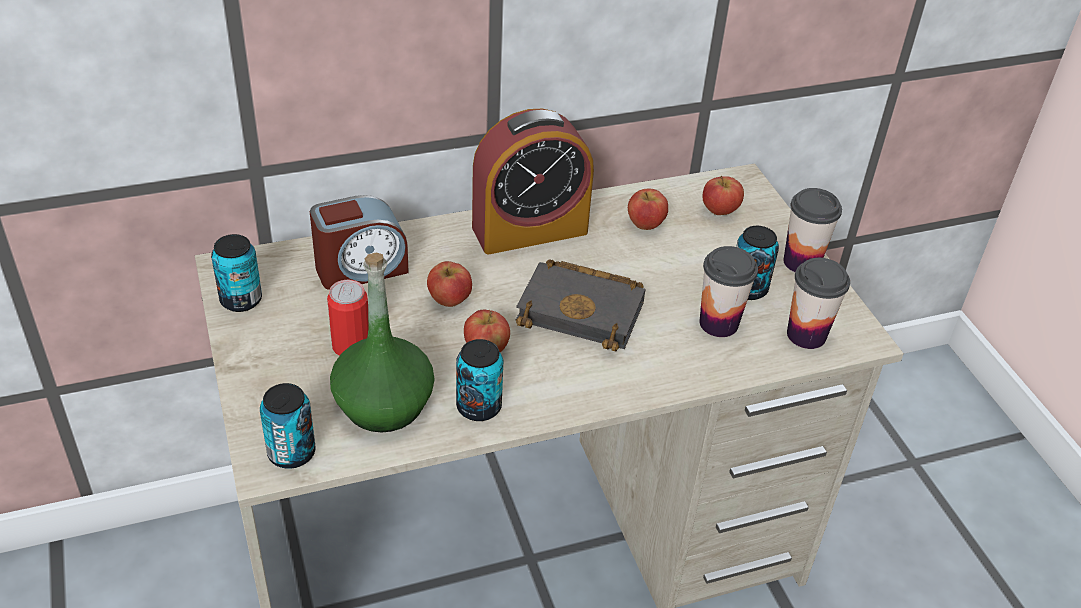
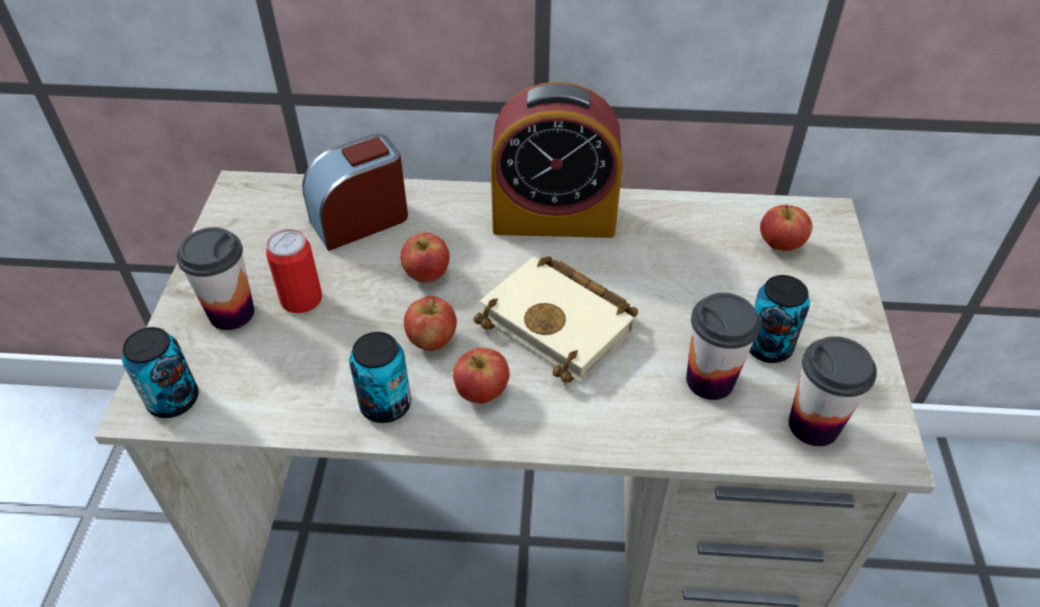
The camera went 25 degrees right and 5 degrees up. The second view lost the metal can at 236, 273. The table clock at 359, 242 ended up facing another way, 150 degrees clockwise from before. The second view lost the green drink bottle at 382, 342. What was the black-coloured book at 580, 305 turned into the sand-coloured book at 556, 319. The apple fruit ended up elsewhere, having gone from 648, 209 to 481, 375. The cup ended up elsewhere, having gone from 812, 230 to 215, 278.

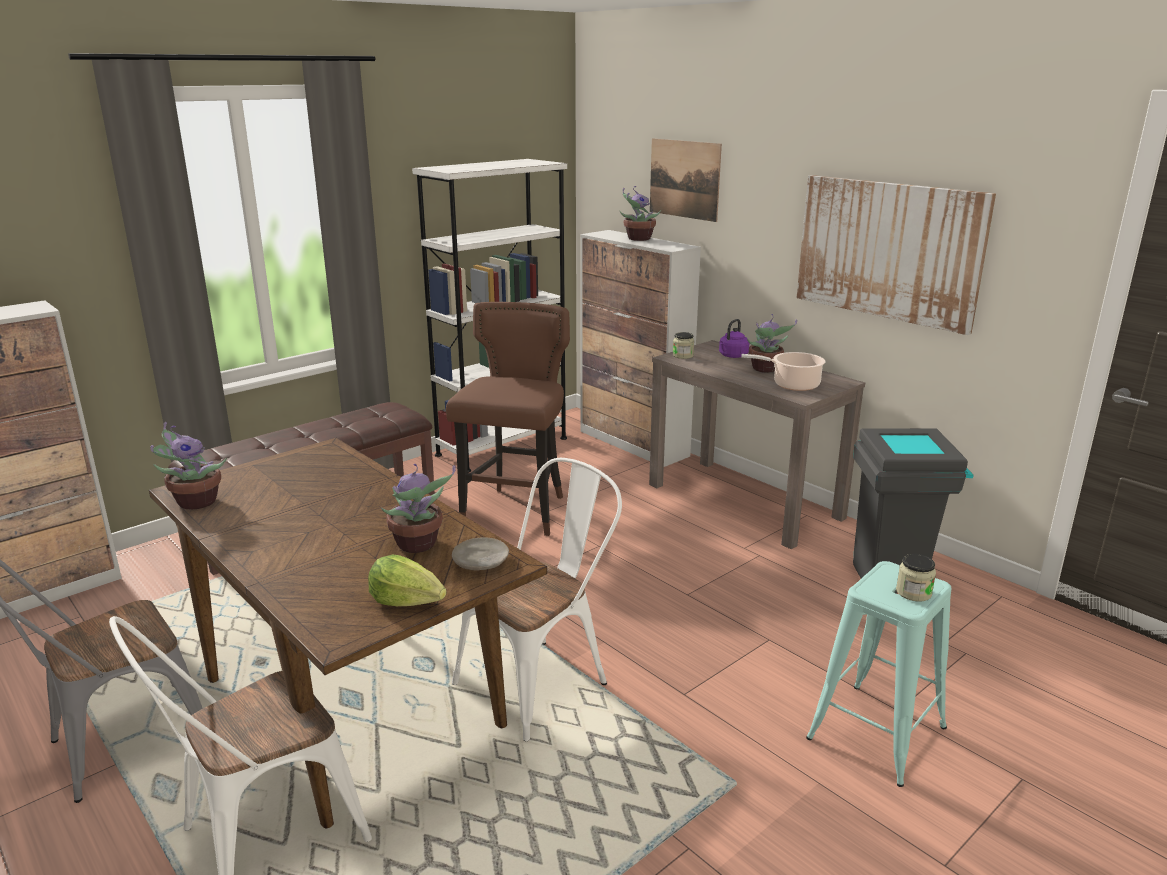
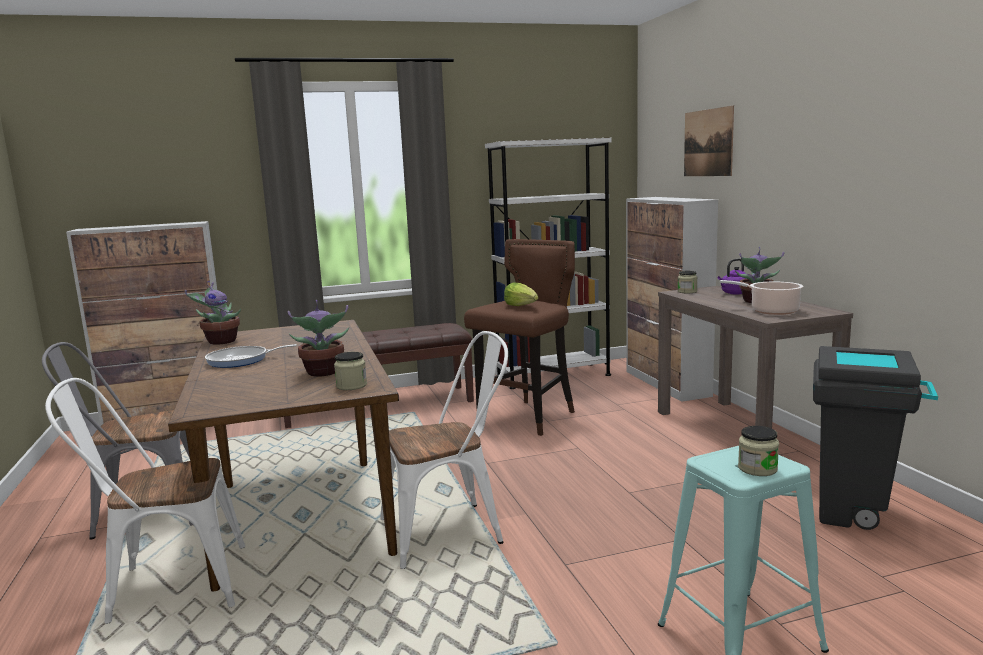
The camera went 25 degrees right and 10 degrees down. The lettuce ended up elsewhere, having gone from 407, 580 to 521, 294. Where the sand-coloured dinner plate stood at 480, 554, the storage jar came to stand at 350, 371. The second view lost the houseplant at 640, 213. The second view lost the wall picture at 896, 255. The second view gained the pan at 251, 356.

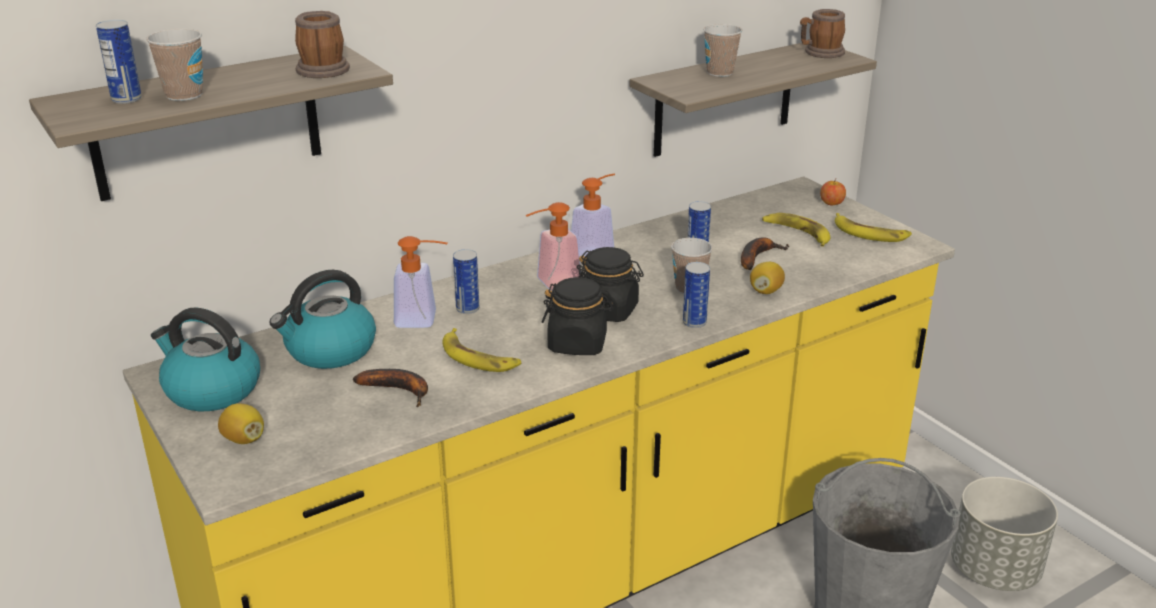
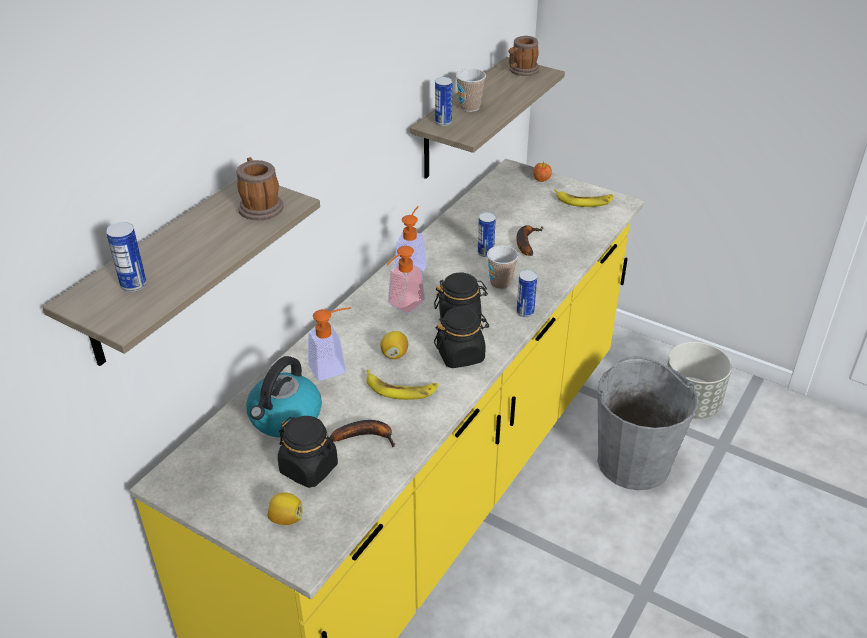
The camera went 25 degrees left and 10 degrees up. The second view lost the cup at 174, 65. The second view lost the tea kettle at 205, 359. The metal can ended up elsewhere, having gone from 466, 281 to 443, 101. The whole lemon ended up elsewhere, having gone from 767, 278 to 394, 345. The second view lost the banana fruit at 796, 230. The second view gained the black-coloured storage jar at 308, 452.

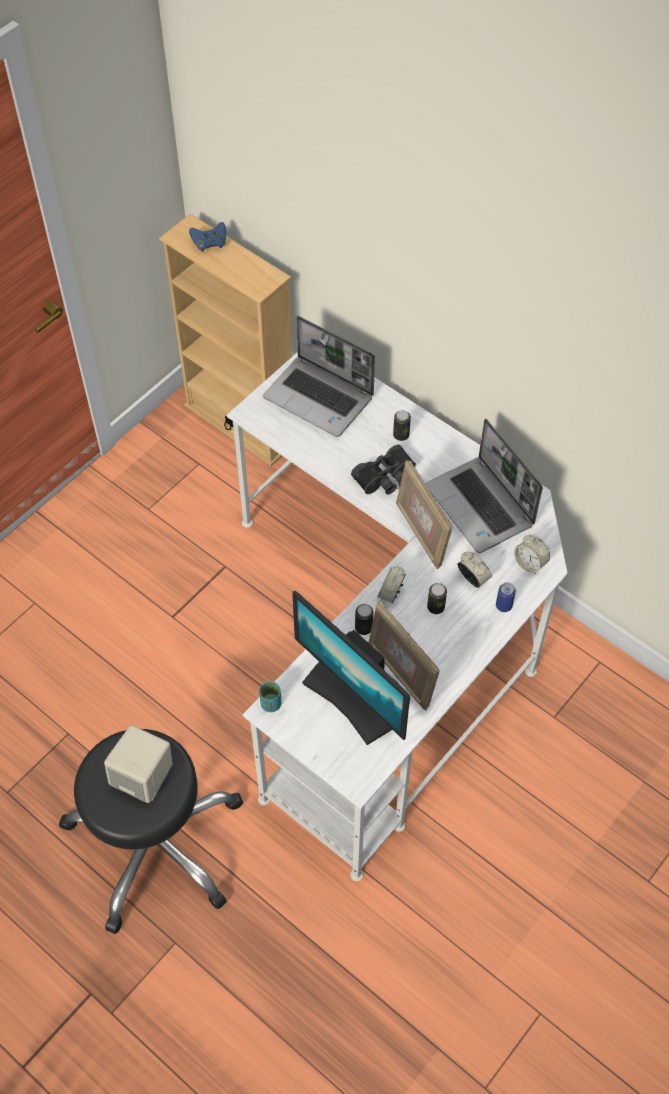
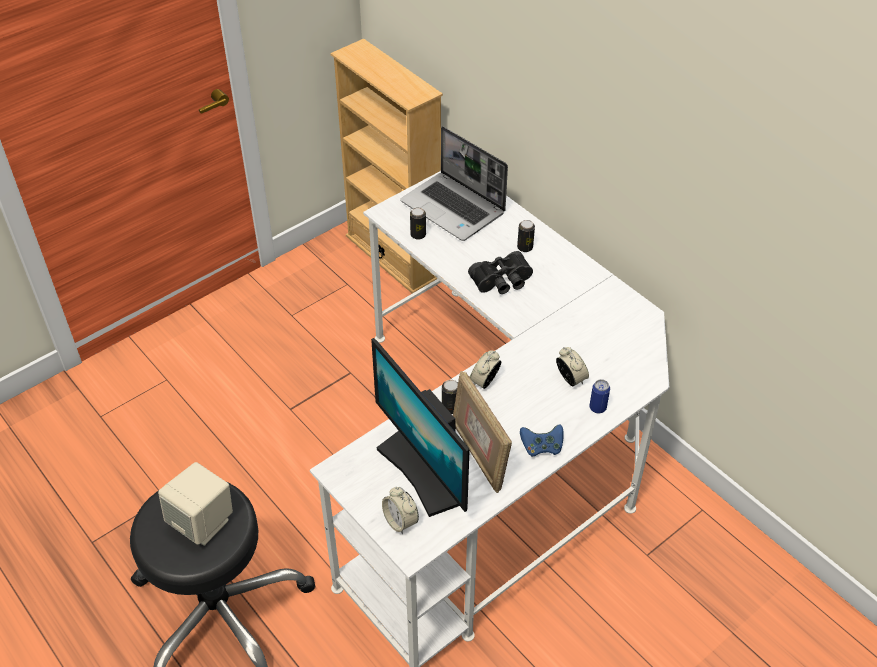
The camera went 10 degrees right and 10 degrees down. The blue-coloured joypad ended up elsewhere, having gone from 207, 237 to 542, 441. The second view lost the blue-green cup at 270, 696. The second view lost the photo frame at 424, 514. The second view lost the portable computer at 484, 485. The metal can ended up elsewhere, having gone from 437, 598 to 418, 224. The table clock ended up elsewhere, having gone from 532, 554 to 400, 510.

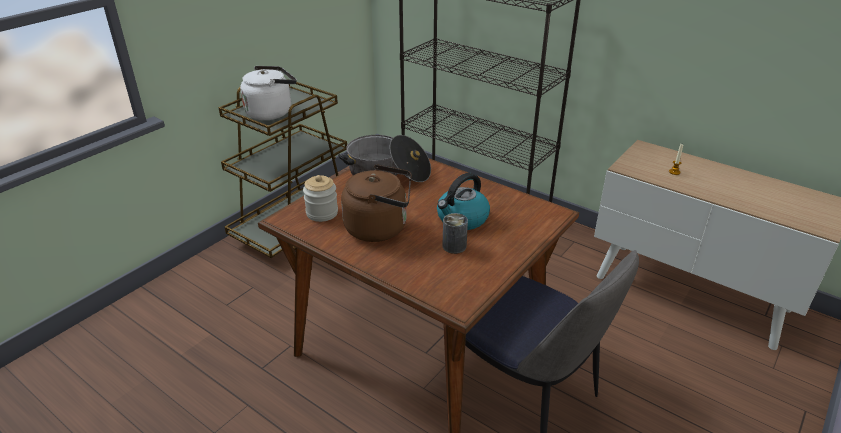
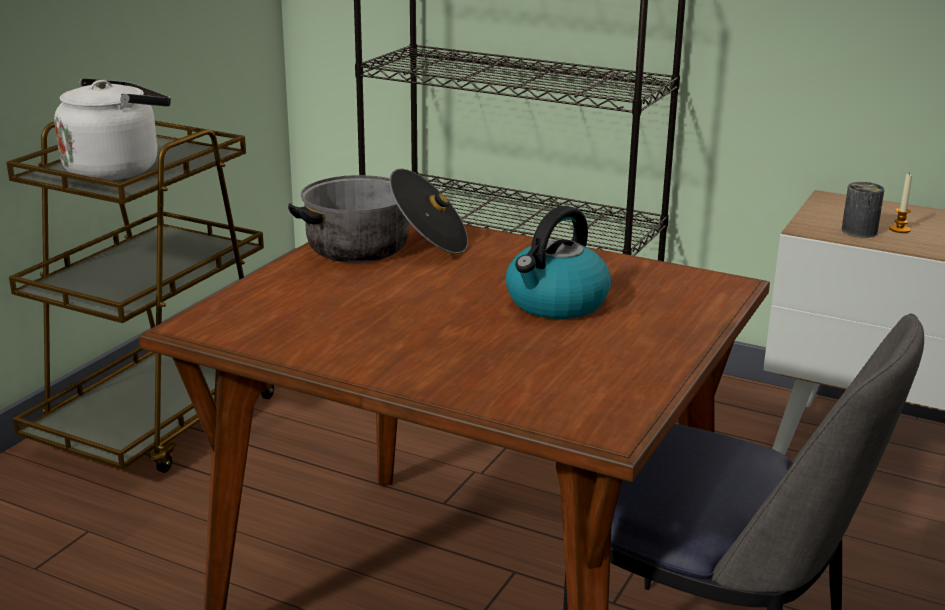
The camera went 10 degrees left and 10 degrees down. The second view lost the storage jar at 320, 198. The second view lost the brown tea kettle at 376, 203. The metal can ended up elsewhere, having gone from 455, 233 to 863, 210.

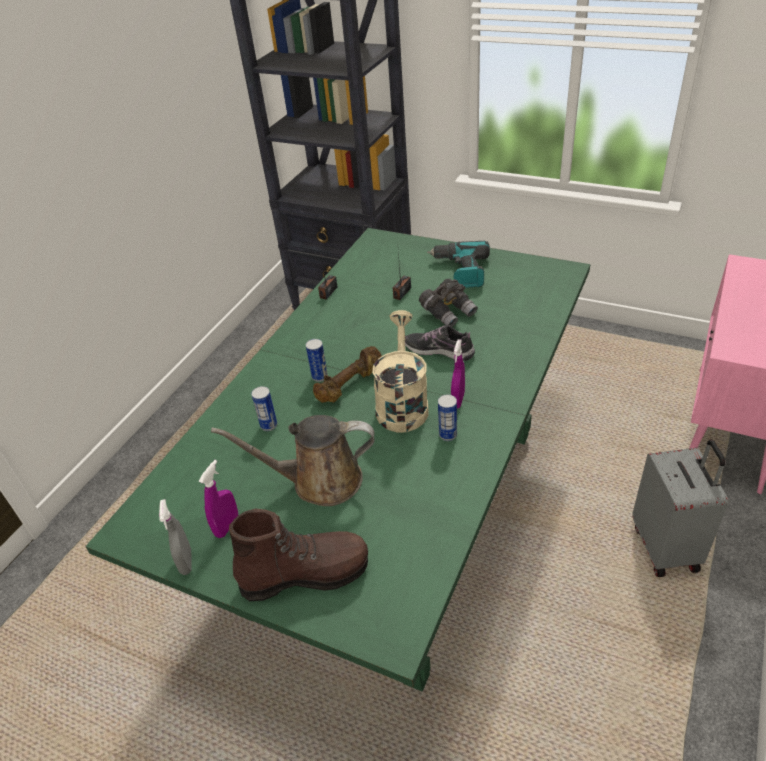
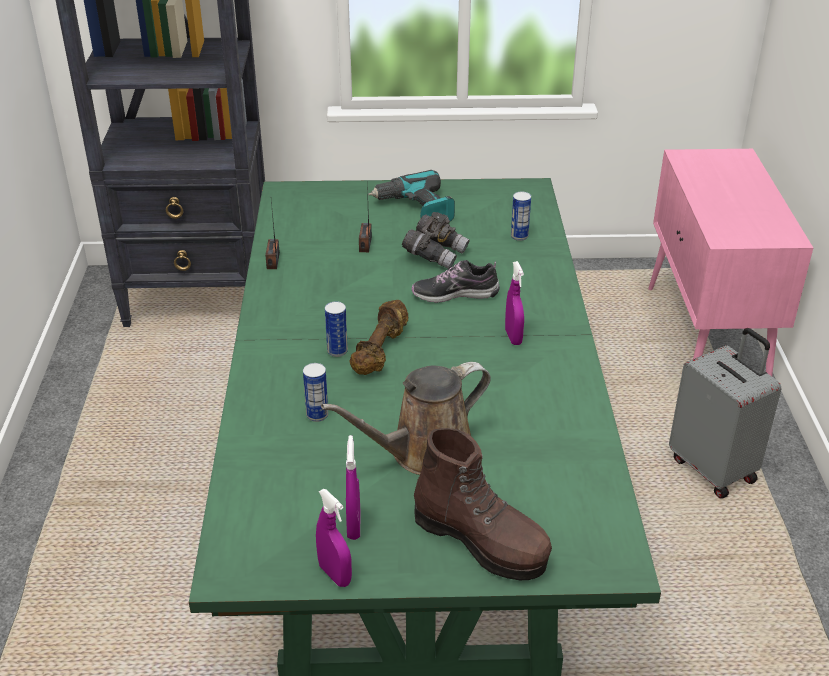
The camera went 30 degrees left and 5 degrees down. What was the grey spray bottle at 175, 537 turned into the purple-coloured spray bottle at 334, 538. The brown tall boot at 298, 554 ended up facing another way, 75 degrees clockwise from before. The second view lost the sand-coloured watering can at 400, 371. The metal can ended up elsewhere, having gone from 447, 417 to 521, 216.

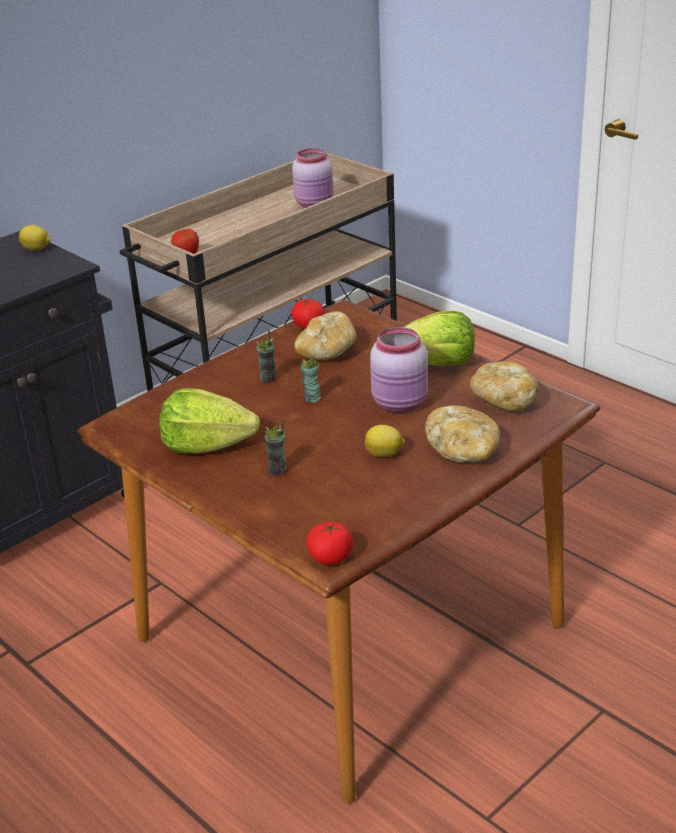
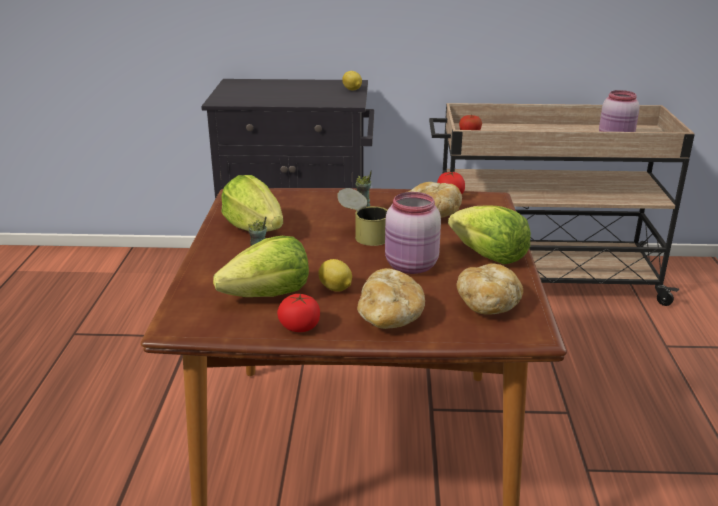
The camera went 45 degrees right and 5 degrees down. Where the cup stood at 310, 379, the metal can came to stand at 363, 217. The fresh tomato ended up elsewhere, having gone from 329, 543 to 298, 312. The second view gained the lettuce at 261, 266.

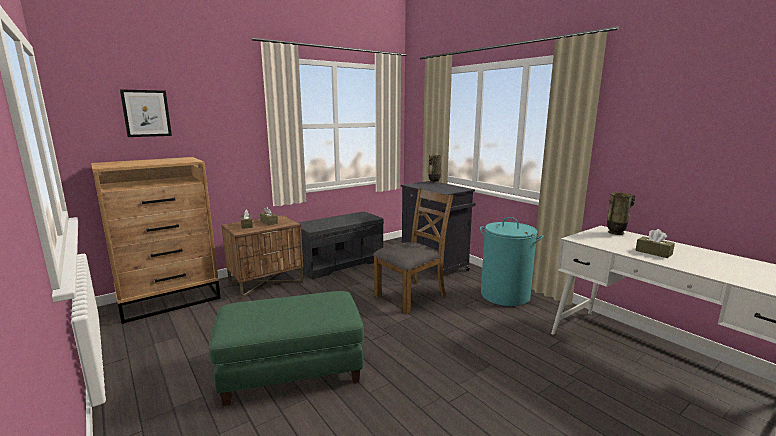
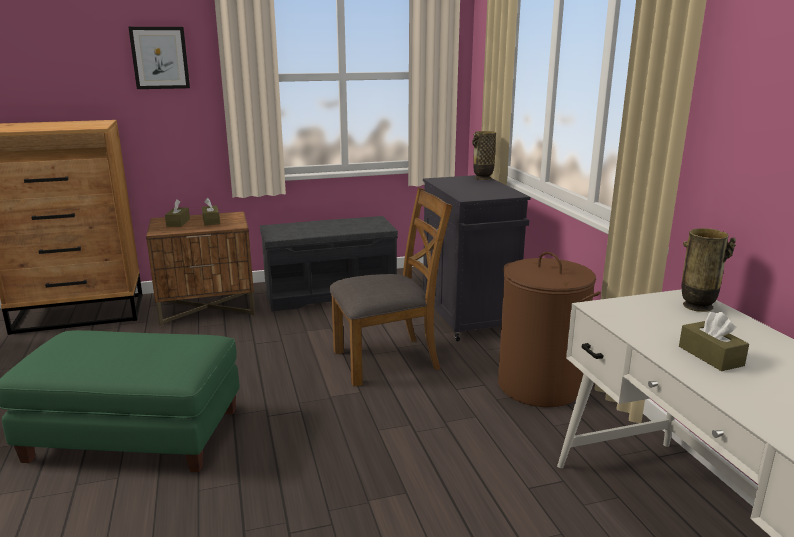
The camera went 20 degrees right and 5 degrees up. The wall picture ended up elsewhere, having gone from 146, 113 to 159, 58. What was the blue-green hamper at 512, 261 turned into the brown hamper at 549, 329.

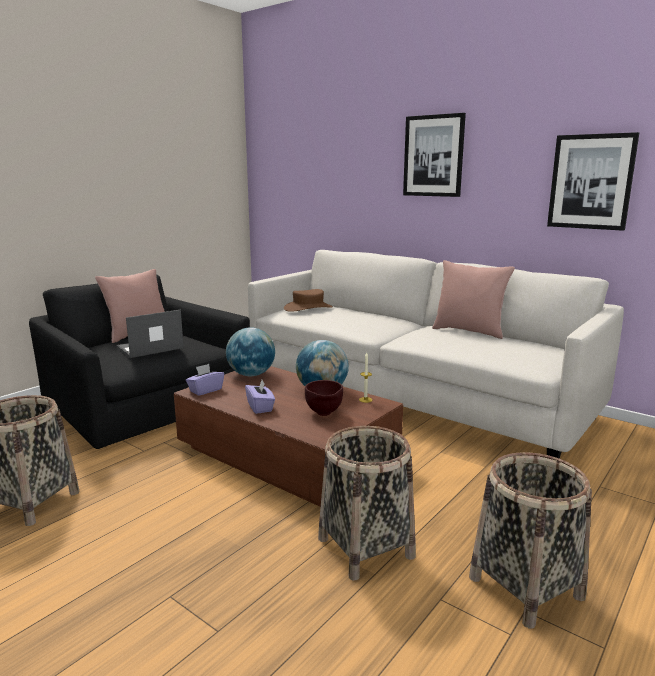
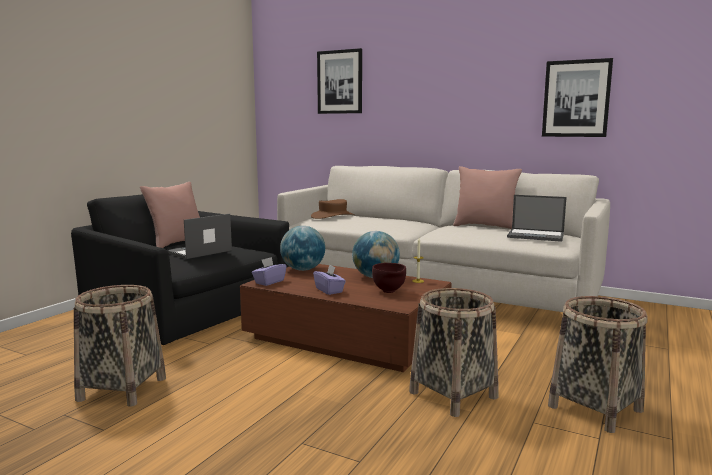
The camera went 10 degrees left and 5 degrees down. The wall picture ended up elsewhere, having gone from 434, 155 to 339, 81. The second view gained the portable computer at 537, 218.

